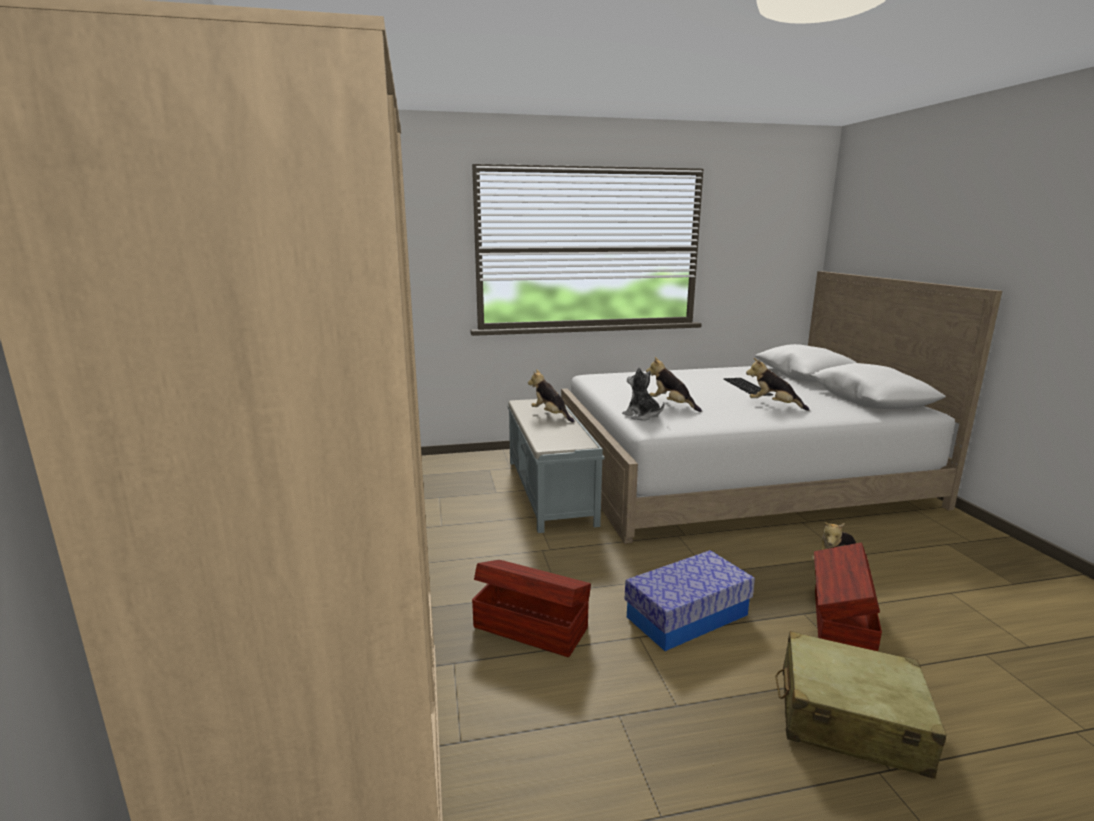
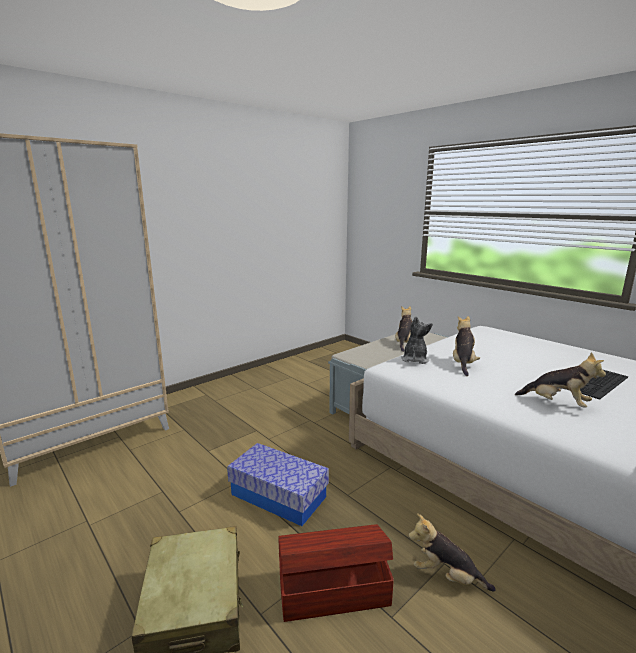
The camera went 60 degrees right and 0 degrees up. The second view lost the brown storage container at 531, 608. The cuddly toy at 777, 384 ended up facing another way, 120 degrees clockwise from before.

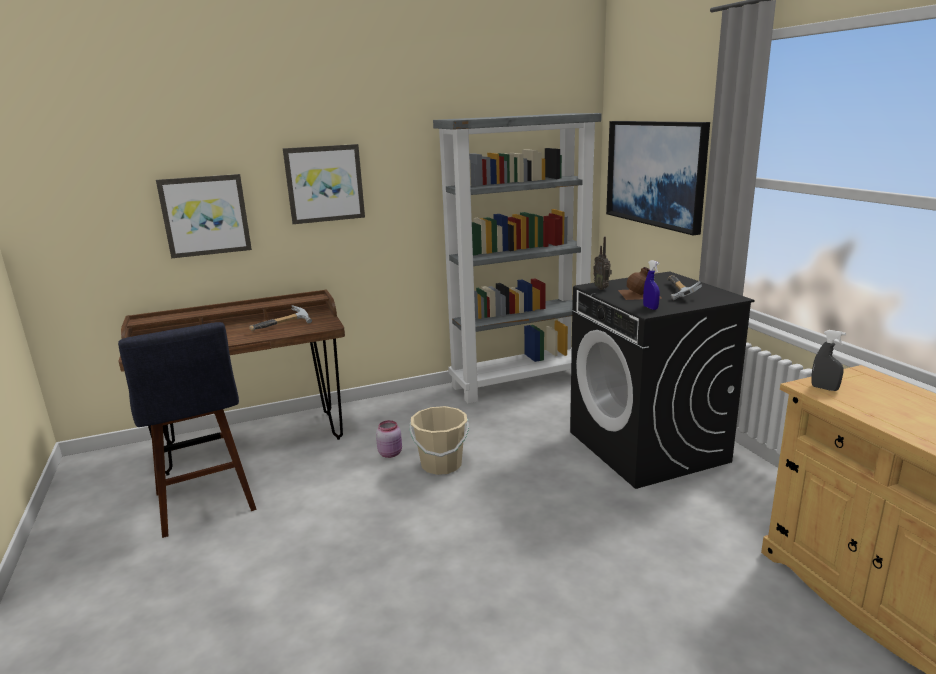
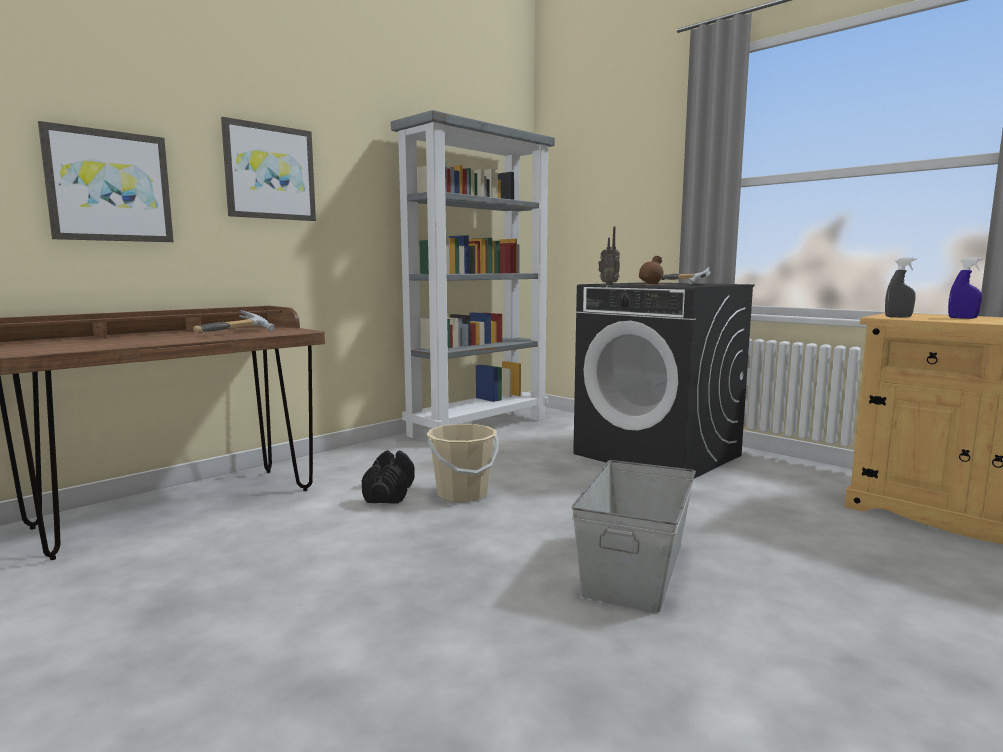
The camera went 25 degrees left and 10 degrees down. The second view lost the blue-coloured stool seat at 187, 430. Where the pinkish storage jar stood at 389, 439, the black-coloured dumbbell came to stand at 388, 477. The second view lost the wall picture at 658, 178. The blue-coloured spray bottle ended up elsewhere, having gone from 651, 285 to 965, 288. The second view gained the grey storage container at 634, 536.

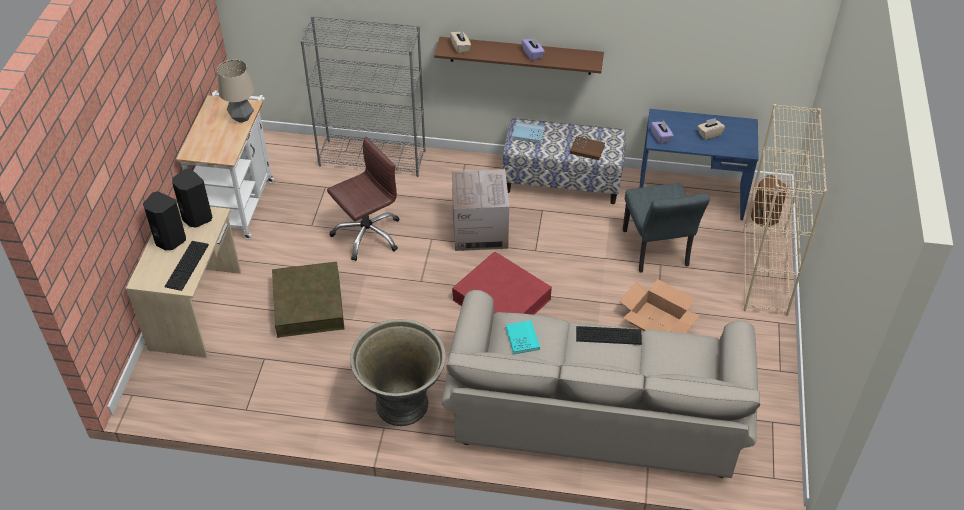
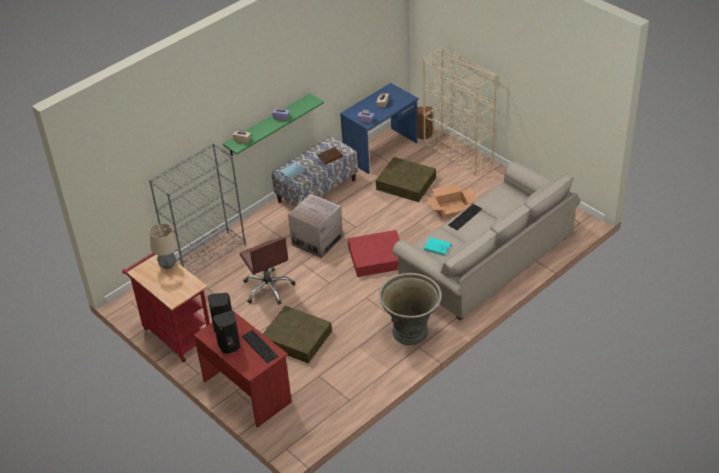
The camera went 50 degrees left and 5 degrees down. What was the sand-coloured desk table at 183, 280 turned into the red desk table at 243, 369. What was the white-coloured trolley at 225, 164 turned into the red trolley at 166, 307. The brown desk chair at 363, 199 ended up facing another way, 150 degrees clockwise from before. What was the brown bracket shelf at 519, 56 turned into the green bracket shelf at 273, 124. Where the grey chair stood at 666, 228, the brown storage container came to stand at 406, 179.

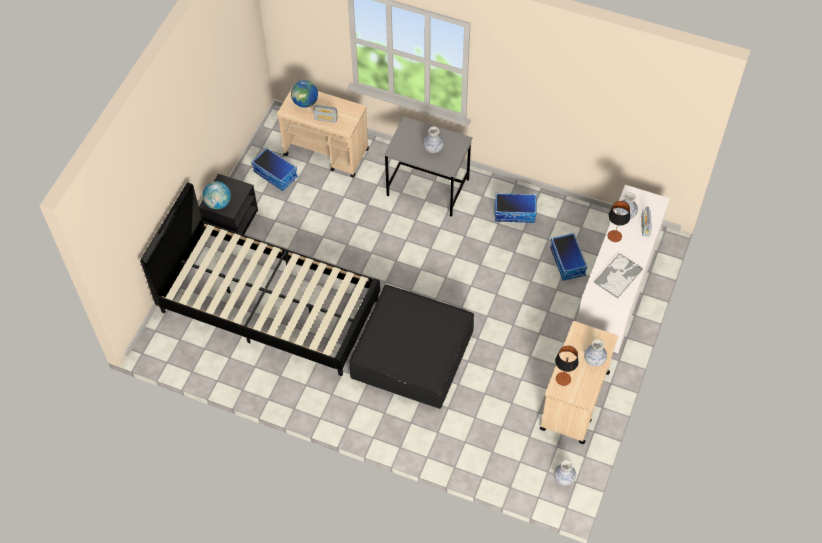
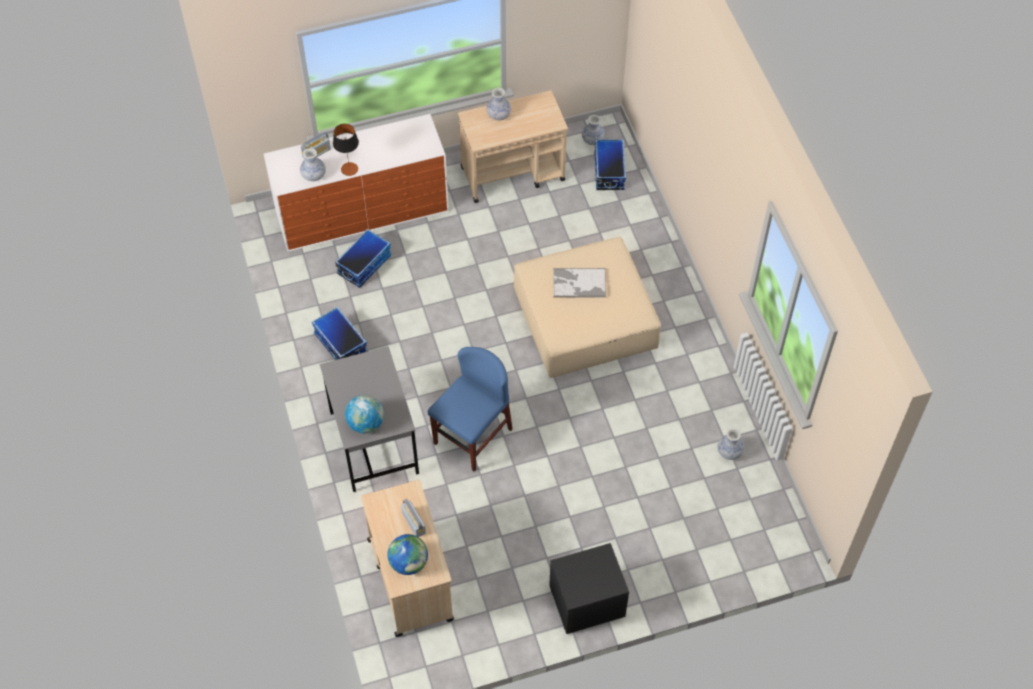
The camera went 130 degrees left and 0 degrees up. The second view lost the black-coloured bedroom bed at 260, 279. The desk globe ended up elsewhere, having gone from 217, 195 to 364, 414. The storage container ended up elsewhere, having gone from 274, 169 to 610, 164. What was the black-coloured footrest at 411, 347 turned into the sand-coloured footrest at 587, 307. The decorative vase ended up elsewhere, having gone from 433, 139 to 731, 444. The second view lost the lamp for a table at 567, 366. The carrying tray ended up elsewhere, having gone from 618, 275 to 579, 283. The second view gained the blue-coloured chair at 469, 409.

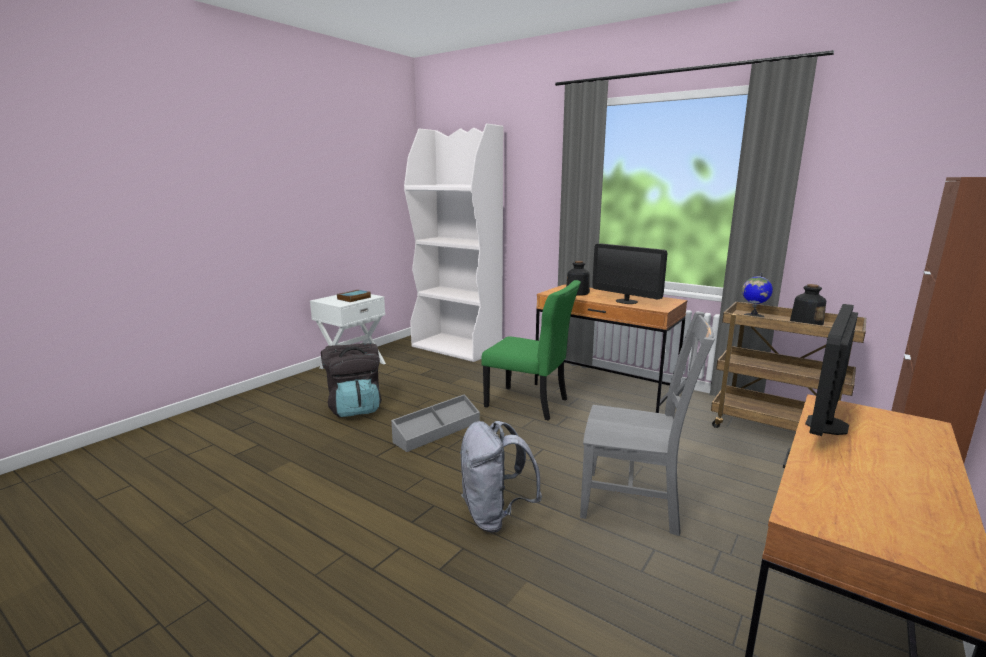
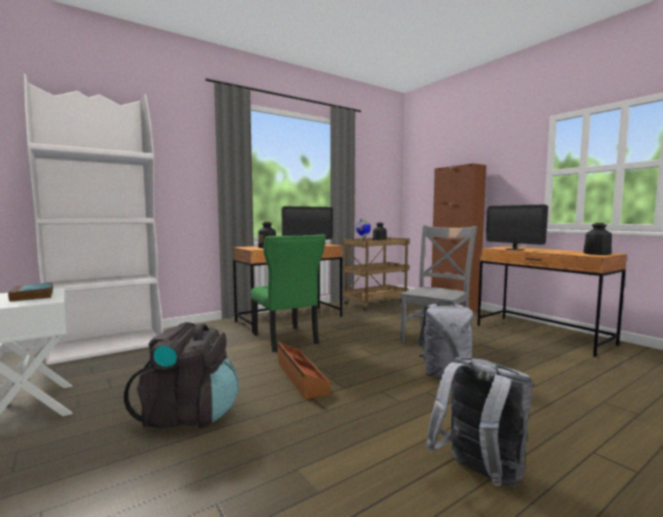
The camera went 70 degrees left and 10 degrees down. What was the grey storage container at 435, 423 turned into the brown storage container at 304, 371. The green chair at 531, 350 ended up facing another way, 105 degrees clockwise from before. The second view gained the grey backpack at 479, 422. The second view gained the drink bottle at 597, 239.

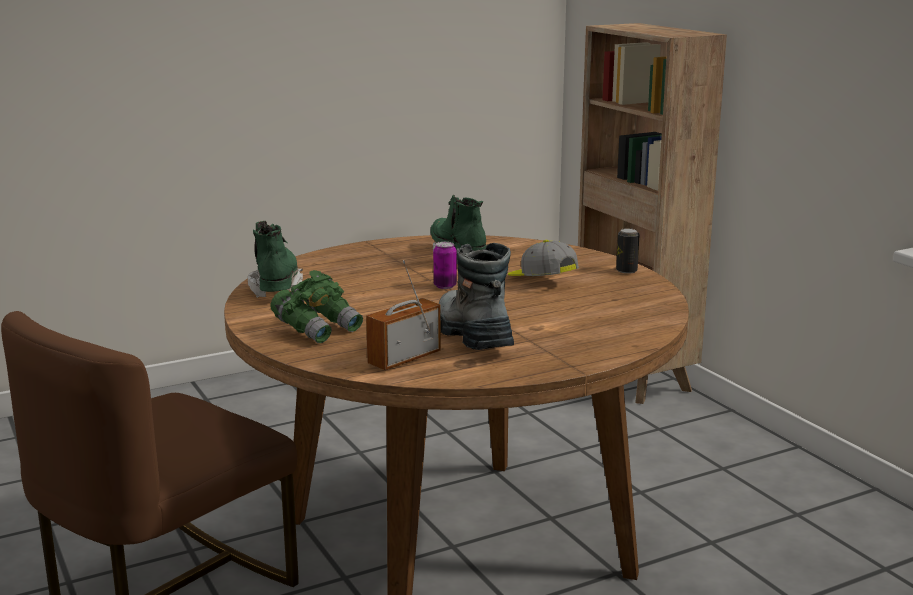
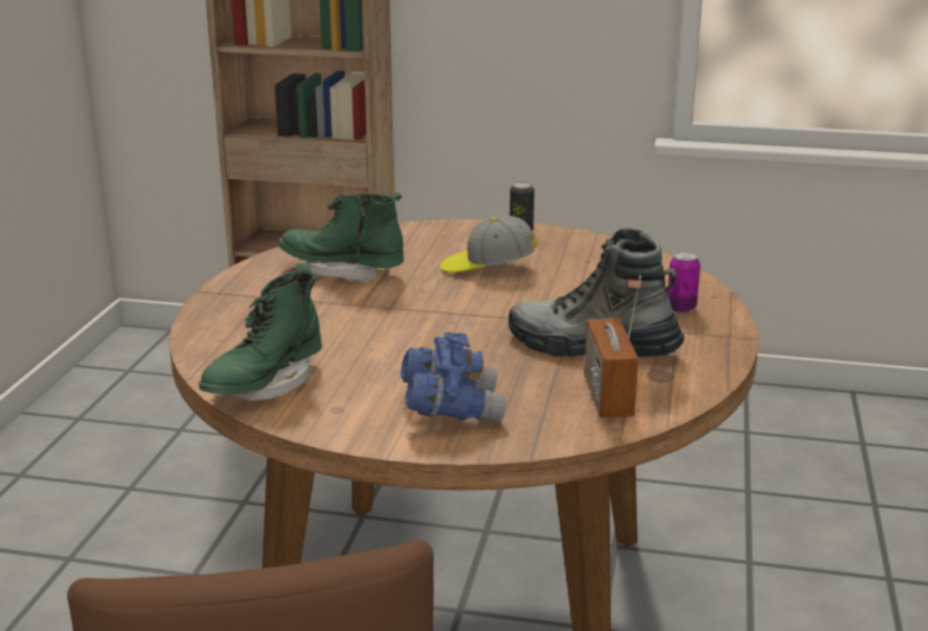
The camera went 50 degrees left and 5 degrees up. The green tall boot at 275, 259 ended up facing another way, 90 degrees counterclockwise from before. What was the green field glasses at 316, 306 turned into the blue-coloured field glasses at 453, 377. The metal can ended up elsewhere, having gone from 445, 265 to 684, 282.

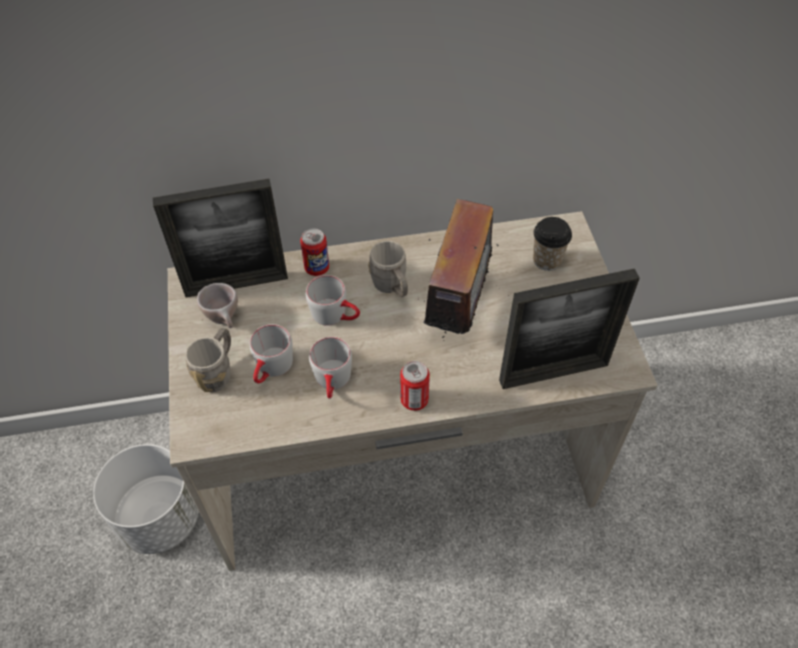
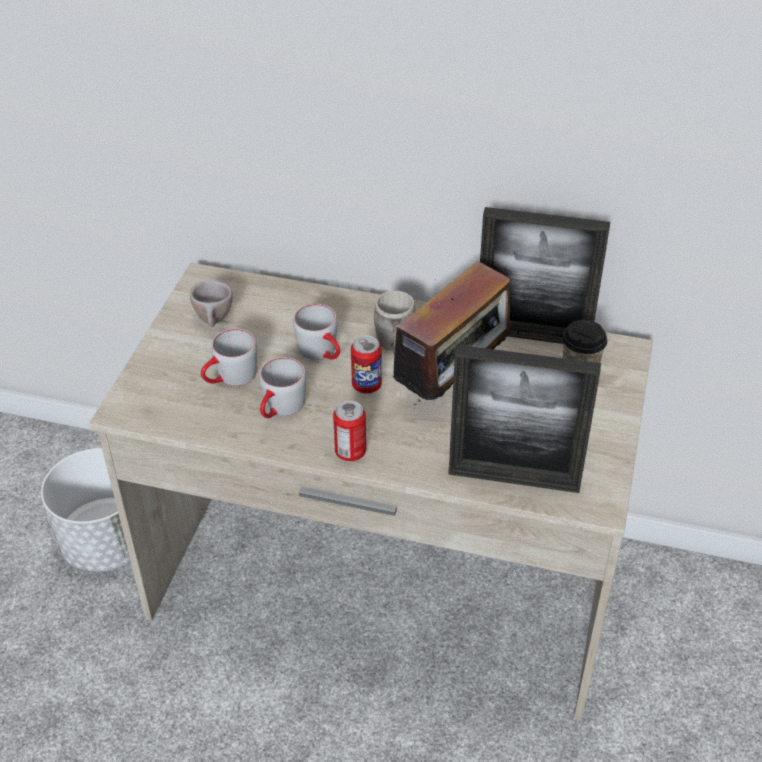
The camera went 25 degrees right and 10 degrees down. The photo frame ended up elsewhere, having gone from 220, 238 to 545, 275. The second view lost the grey mug at 208, 360. The metal can ended up elsewhere, having gone from 314, 252 to 366, 364.

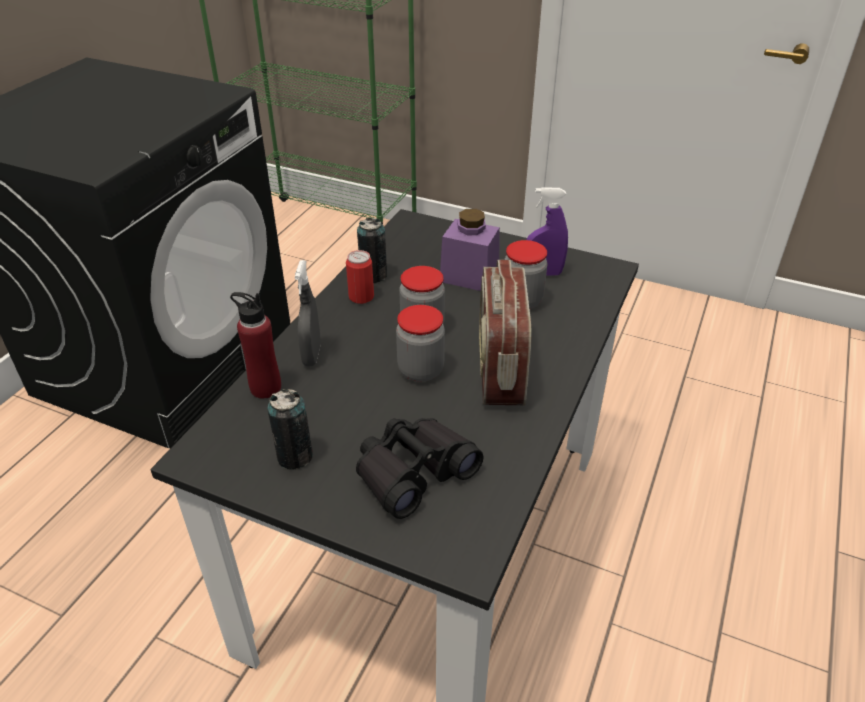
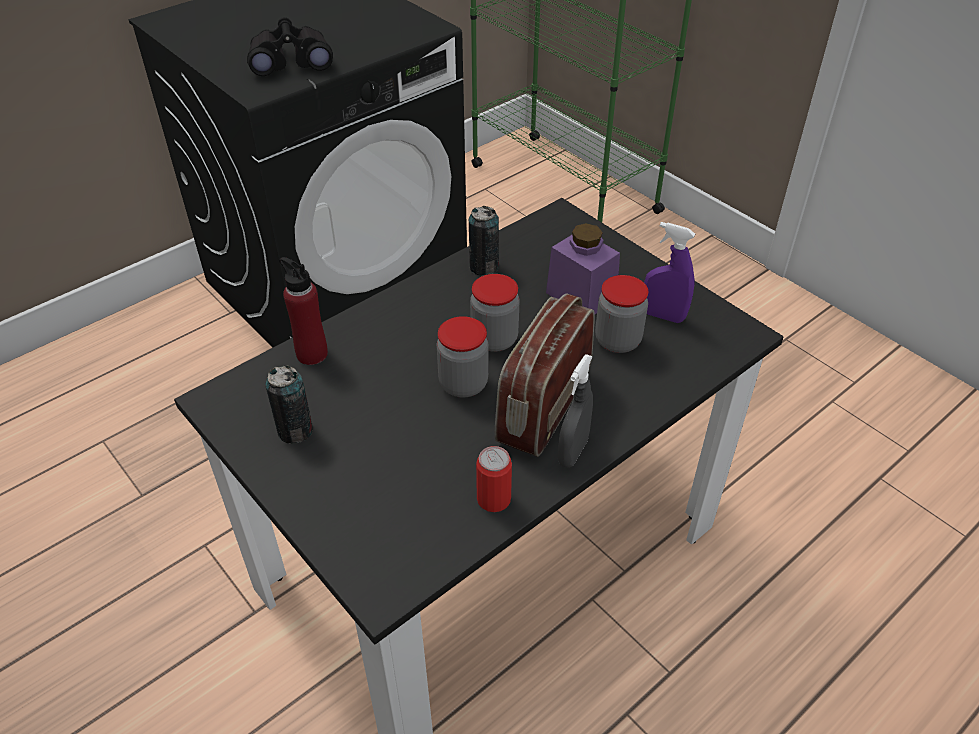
The camera went 25 degrees right and 5 degrees up. The grey spray bottle ended up elsewhere, having gone from 308, 313 to 575, 411. The metal can ended up elsewhere, having gone from 360, 277 to 494, 479. The black-coloured field glasses ended up elsewhere, having gone from 419, 468 to 290, 46.

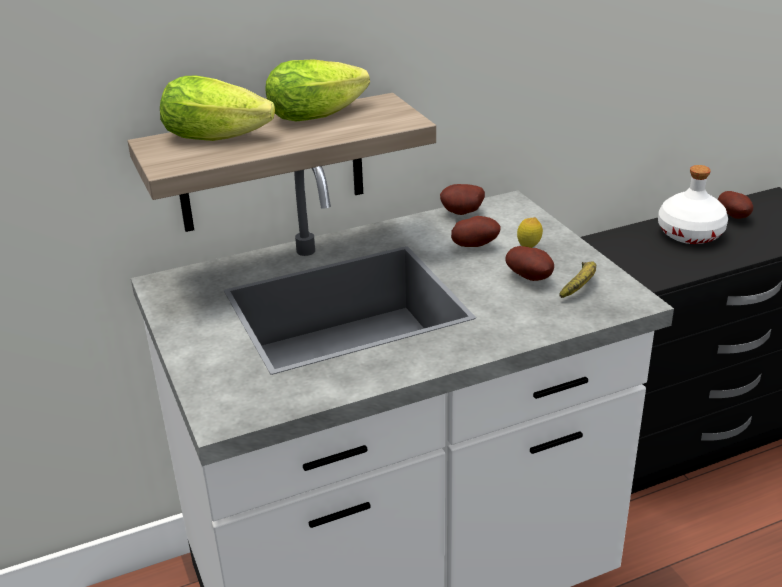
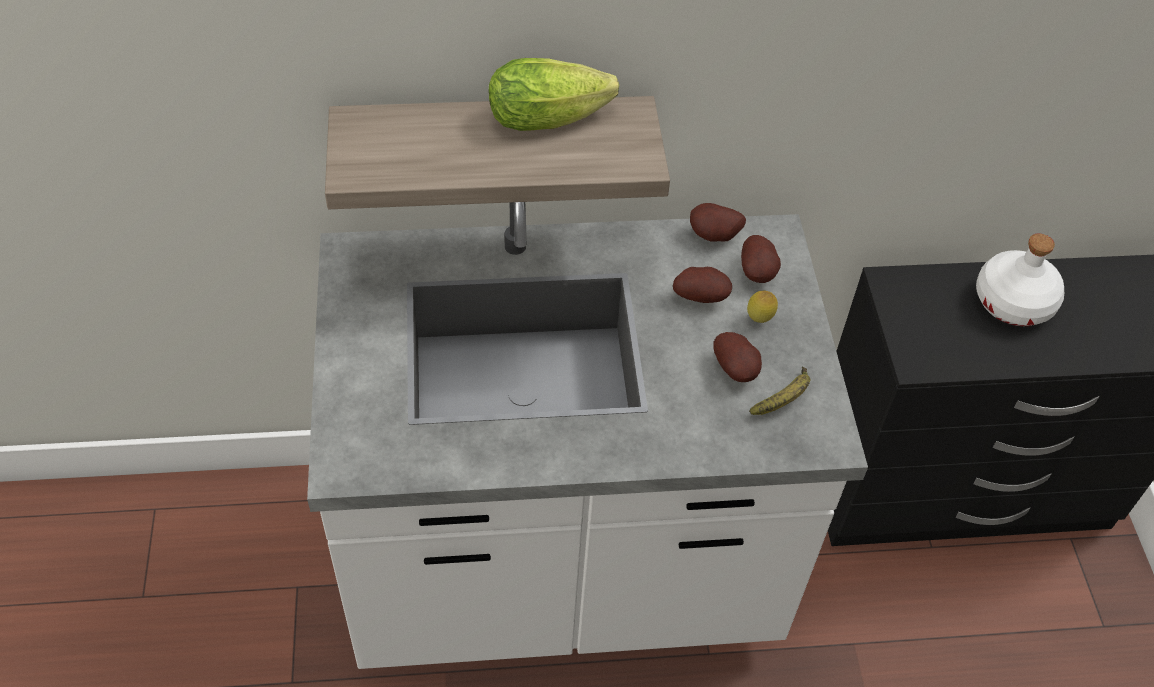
The camera went 15 degrees right and 20 degrees up. The second view lost the lettuce at 217, 108. The whole potato ended up elsewhere, having gone from 735, 205 to 761, 259.

